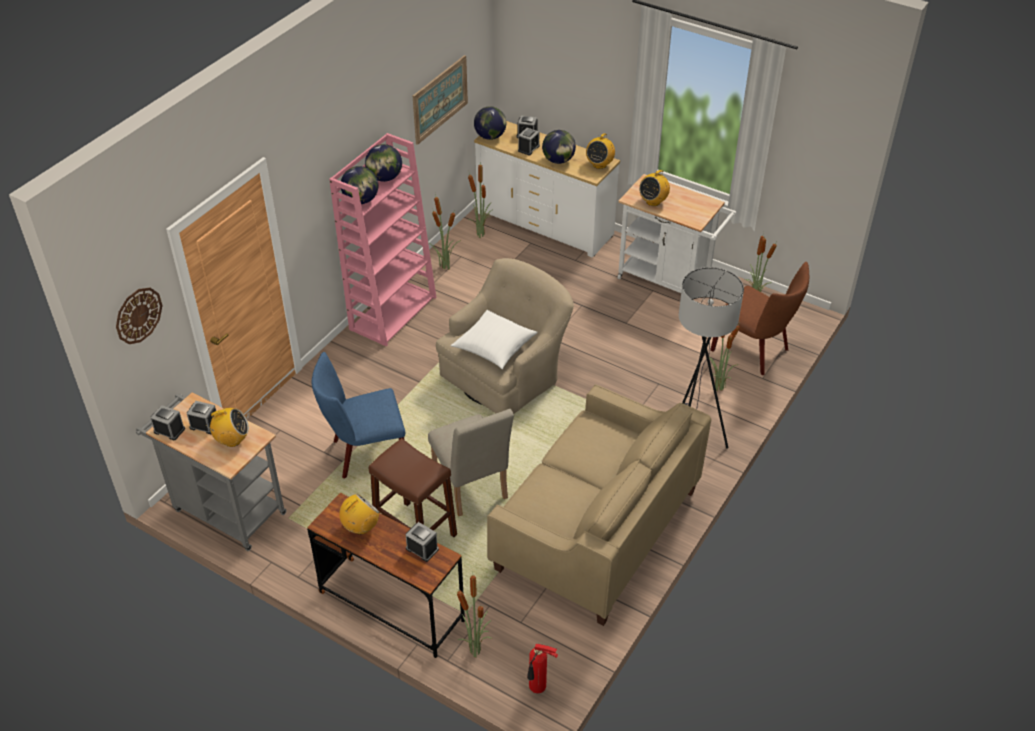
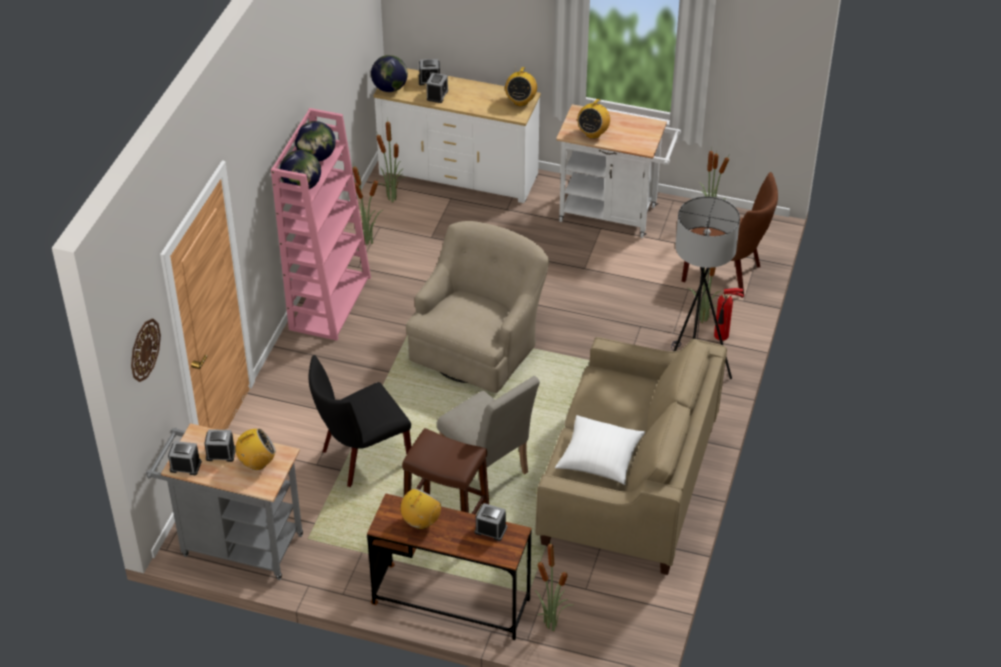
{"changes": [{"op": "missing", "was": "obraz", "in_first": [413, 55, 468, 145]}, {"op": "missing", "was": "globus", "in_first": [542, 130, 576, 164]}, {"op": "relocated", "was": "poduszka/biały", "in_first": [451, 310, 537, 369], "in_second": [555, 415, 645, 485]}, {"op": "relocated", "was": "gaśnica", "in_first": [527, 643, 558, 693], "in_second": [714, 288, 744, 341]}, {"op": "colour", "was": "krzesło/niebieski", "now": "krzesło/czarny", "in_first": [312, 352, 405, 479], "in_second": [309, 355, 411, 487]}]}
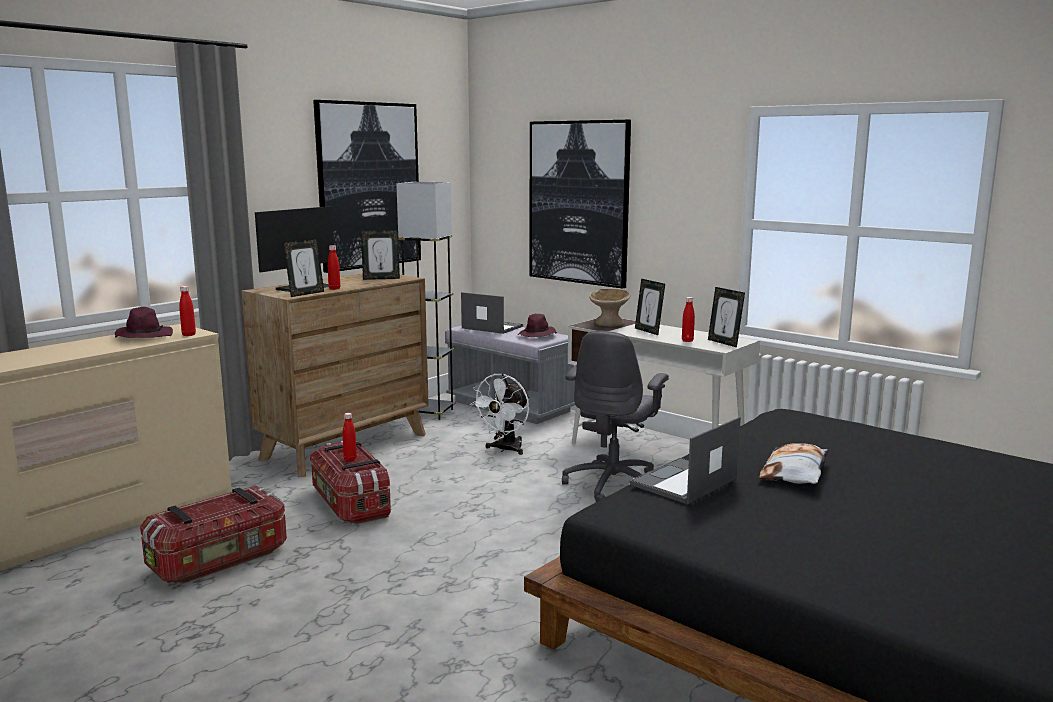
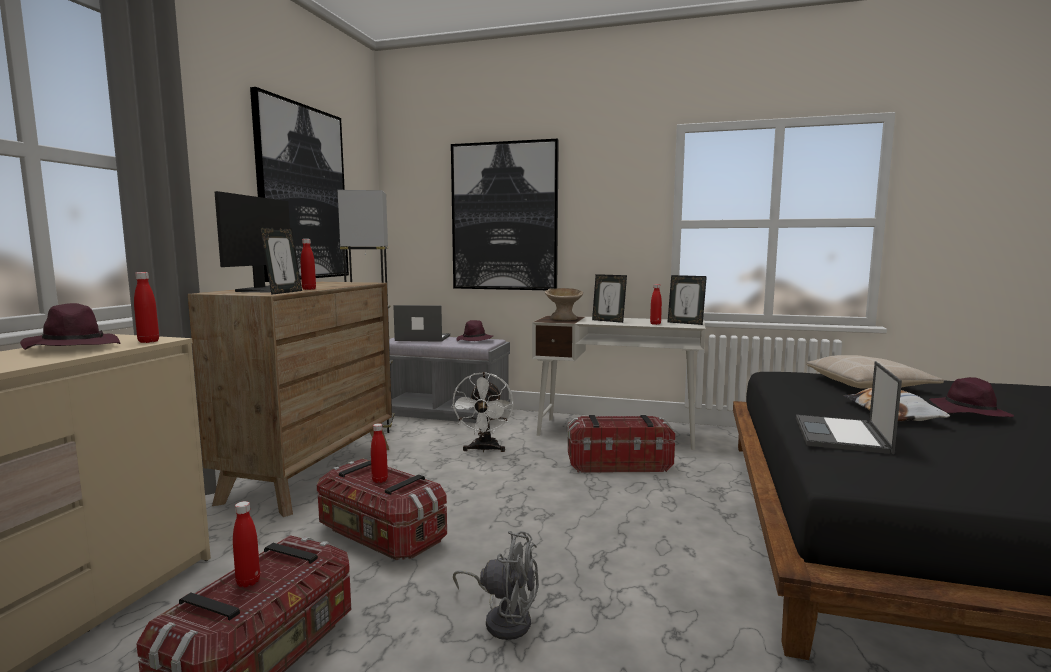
{"changes": [{"op": "missing", "was": "ramka na zdjęcie", "in_first": [361, 230, 400, 280]}, {"op": "appeared", "now": "butelka/czerwony", "in_second": [233, 501, 260, 587]}, {"op": "appeared", "now": "wentylator/szary", "in_second": [453, 531, 539, 640]}, {"op": "appeared", "now": "poduszka/beżowy", "in_second": [807, 355, 944, 388]}, {"op": "appeared", "now": "kapelusz/fioletowy", "in_second": [929, 377, 1014, 417]}, {"op": "exchanged", "was": "krzesło biurowe/szary", "now": "pojemnik do przechowywania", "in_first": [562, 331, 669, 502], "in_second": [567, 415, 675, 473]}]}
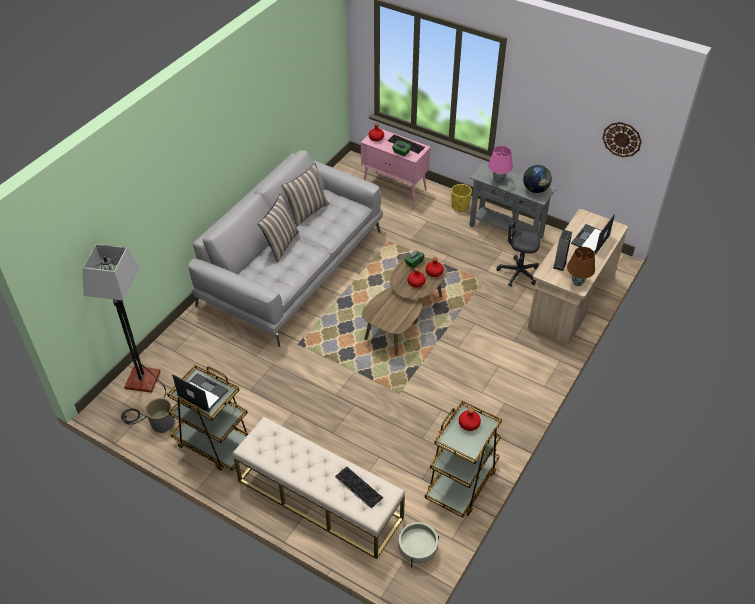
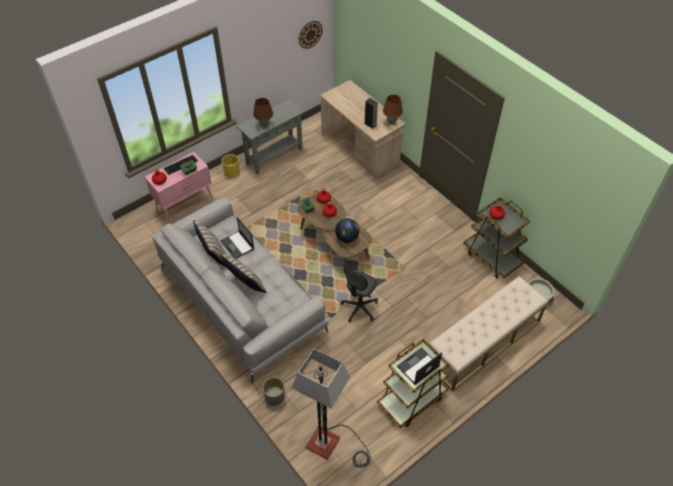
{"changes": [{"op": "missing", "was": "klawiatura", "in_first": [335, 467, 383, 509]}, {"op": "relocated", "was": "donica/szary", "in_first": [145, 398, 175, 433], "in_second": [262, 377, 285, 406]}, {"op": "relocated", "was": "krzesło biurowe/szary", "in_first": [496, 199, 540, 287], "in_second": [340, 267, 378, 322]}, {"op": "relocated", "was": "globus", "in_first": [523, 165, 552, 193], "in_second": [335, 218, 359, 243]}, {"op": "relocated", "was": "laptop", "in_first": [571, 214, 615, 254], "in_second": [220, 217, 254, 259]}, {"op": "colour", "was": "lampa stołowa/różowy", "now": "lampa stołowa/brązowy", "in_first": [488, 146, 513, 183], "in_second": [253, 98, 273, 127]}]}
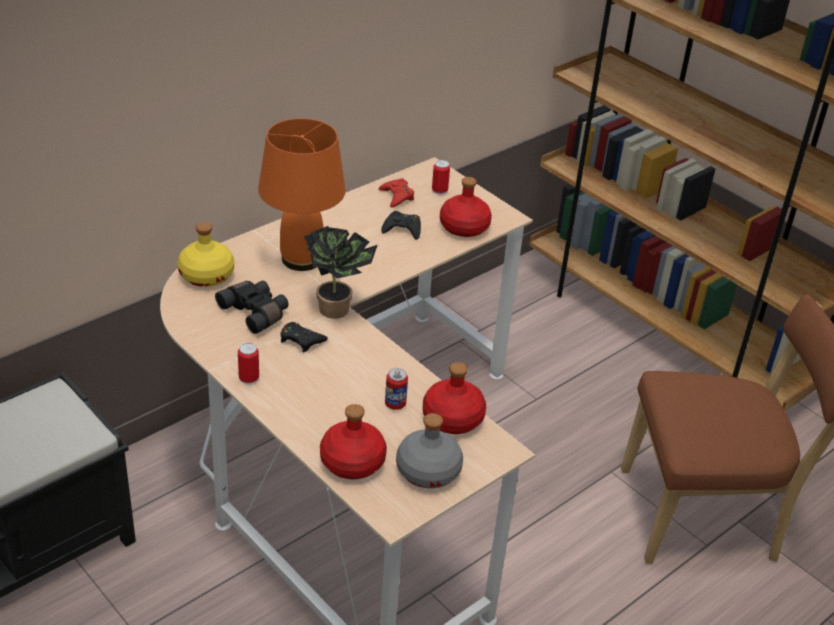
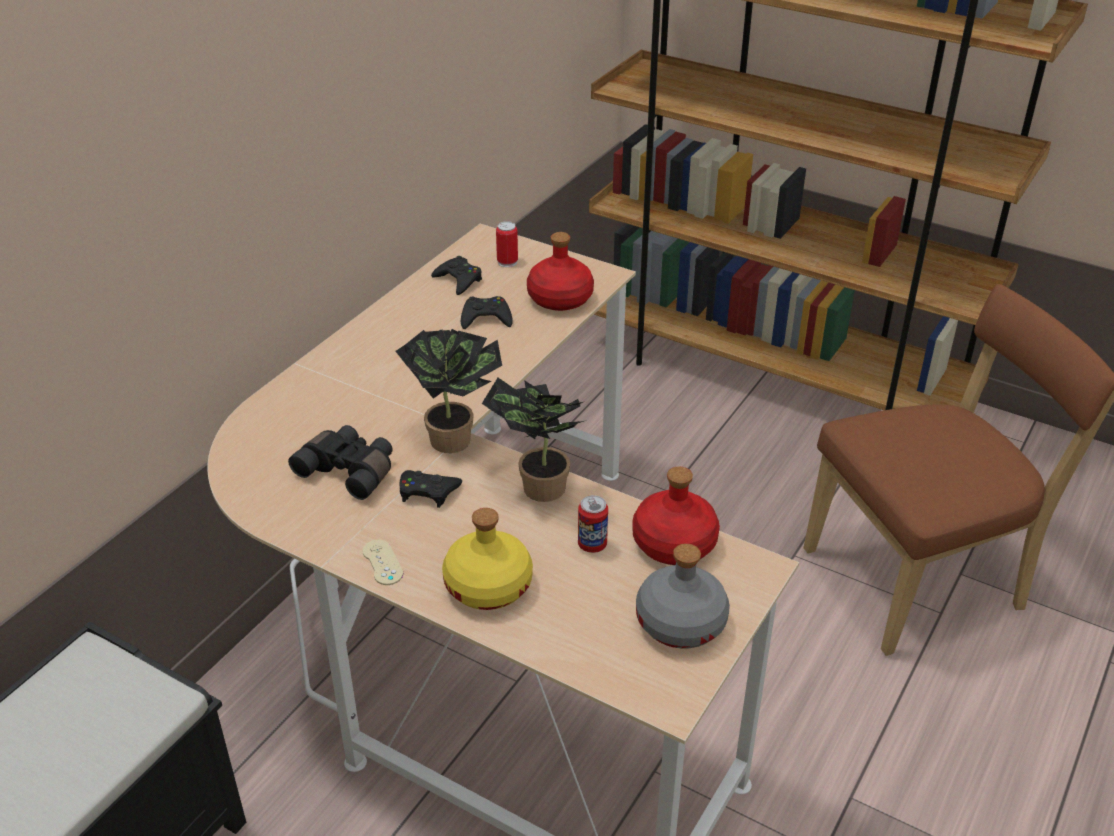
{"changes": [{"op": "missing", "was": "lampa stołowa/pomarańczowy", "in_first": [258, 118, 346, 271]}, {"op": "missing", "was": "butelka/czerwony", "in_first": [320, 404, 387, 479]}, {"op": "appeared", "now": "roślina doniczkowa", "in_second": [482, 378, 587, 502]}, {"op": "relocated", "was": "butelka/żółty", "in_first": [177, 222, 234, 287], "in_second": [442, 508, 533, 610]}, {"op": "exchanged", "was": "puszka", "now": "pad do gier/beżowy", "in_first": [238, 343, 259, 385], "in_second": [362, 540, 403, 585]}, {"op": "colour", "was": "pad do gier/czerwony", "now": "pad do gier/czarny", "in_first": [379, 178, 414, 207], "in_second": [431, 256, 482, 295]}]}
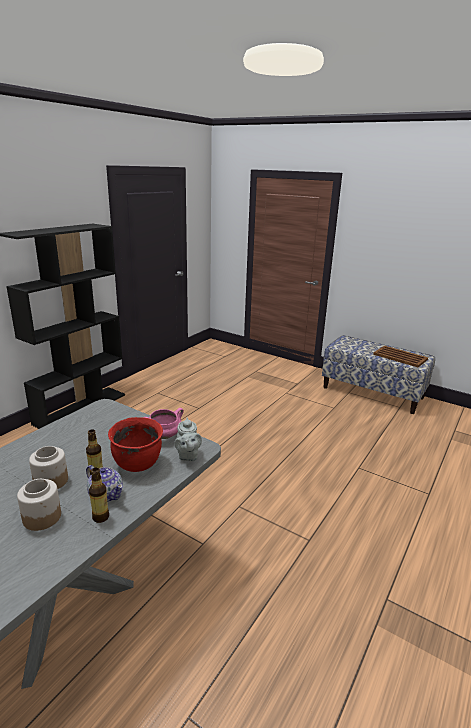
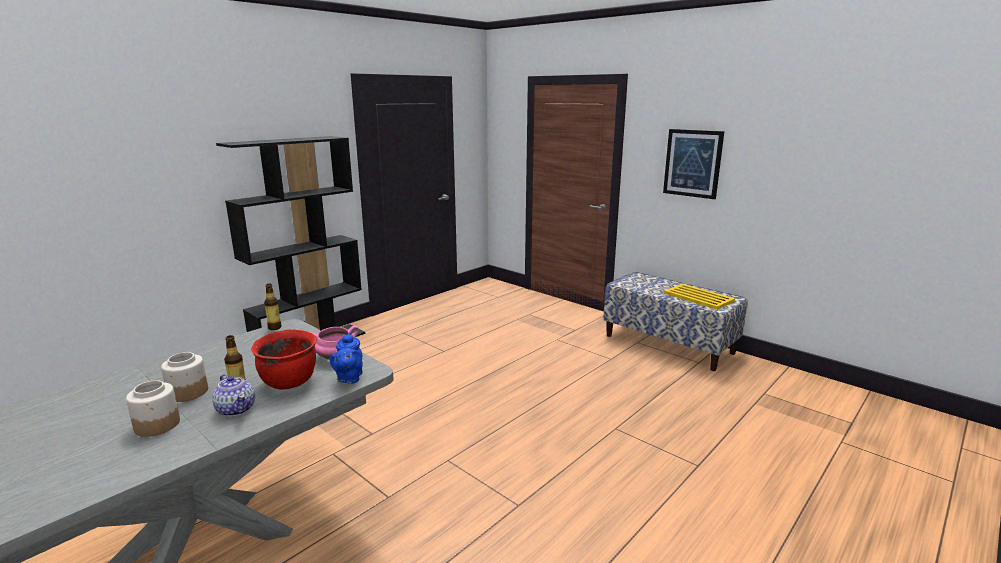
{"changes": [{"op": "appeared", "now": "obraz", "in_second": [663, 129, 724, 199]}, {"op": "relocated", "was": "butelka", "in_first": [89, 468, 109, 523], "in_second": [264, 284, 282, 330]}, {"op": "colour", "was": "imbryk/szary", "now": "imbryk/niebieski", "in_first": [174, 417, 202, 461], "in_second": [330, 332, 363, 384]}, {"op": "colour", "was": "taca/brązowy", "now": "taca/żółty", "in_first": [373, 346, 428, 367], "in_second": [664, 284, 735, 310]}]}
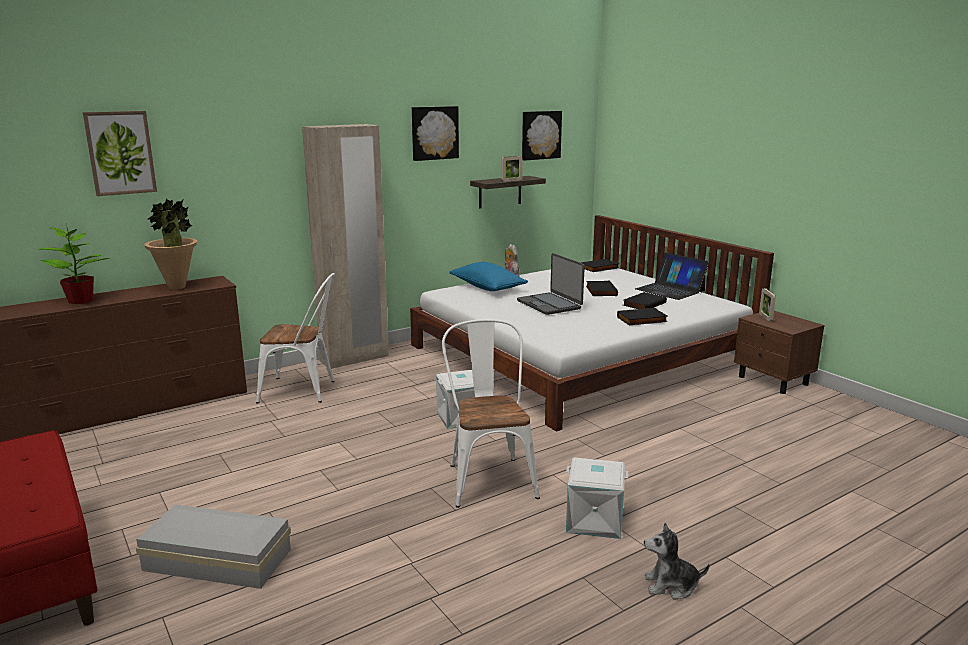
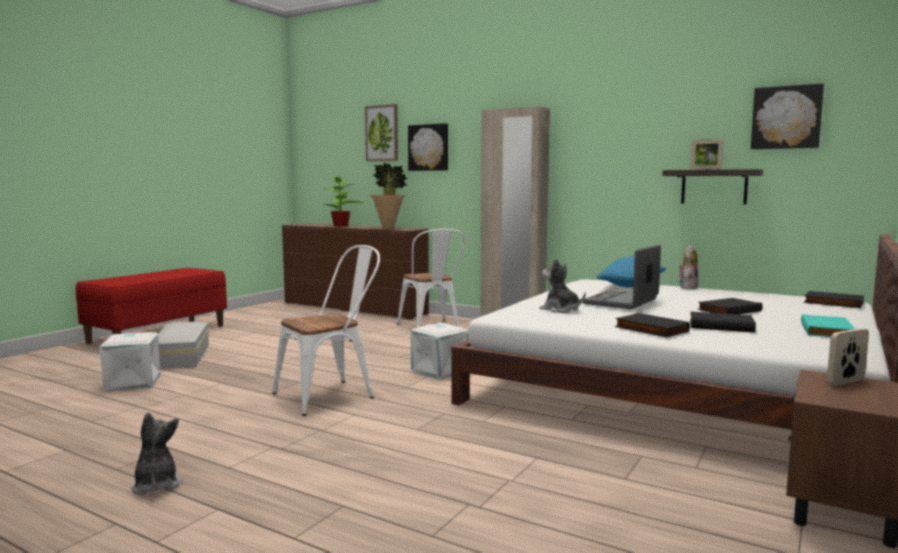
{"changes": [{"op": "appeared", "now": "pluszak", "in_second": [539, 259, 586, 313]}, {"op": "relocated", "was": "obraz", "in_first": [412, 106, 459, 161], "in_second": [408, 123, 448, 171]}, {"op": "relocated", "was": "pojemnik do przechowywania/biały", "in_first": [566, 458, 628, 539], "in_second": [100, 332, 161, 391]}, {"op": "exchanged", "was": "laptop", "now": "książka/turkusowy", "in_first": [635, 253, 709, 300], "in_second": [801, 314, 855, 337]}]}
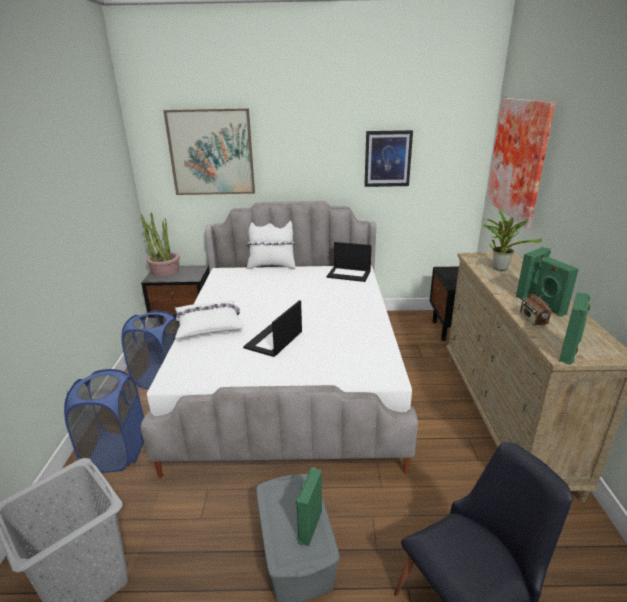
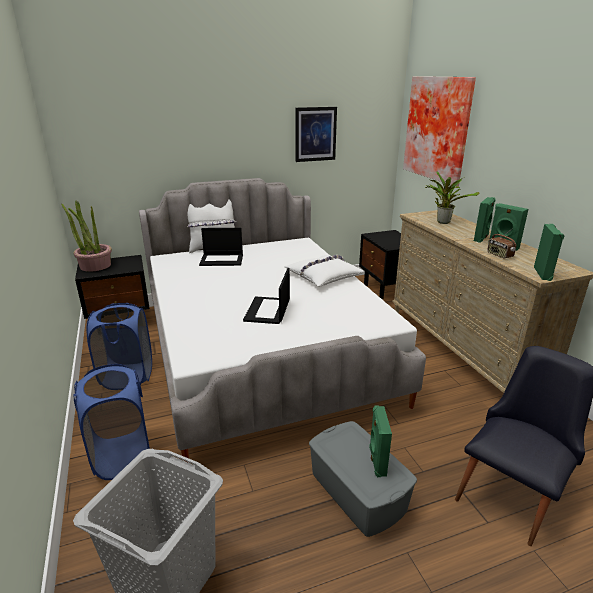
{"changes": [{"op": "missing", "was": "obraz", "in_first": [163, 108, 255, 195]}, {"op": "relocated", "was": "poduszka/biały", "in_first": [175, 300, 244, 338], "in_second": [284, 255, 364, 287]}, {"op": "relocated", "was": "laptop", "in_first": [327, 242, 372, 282], "in_second": [199, 228, 243, 266]}]}
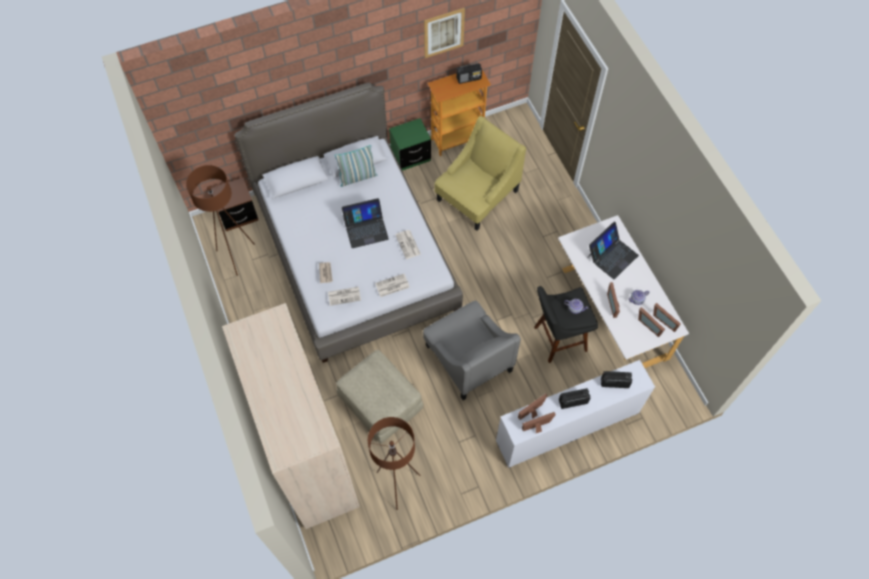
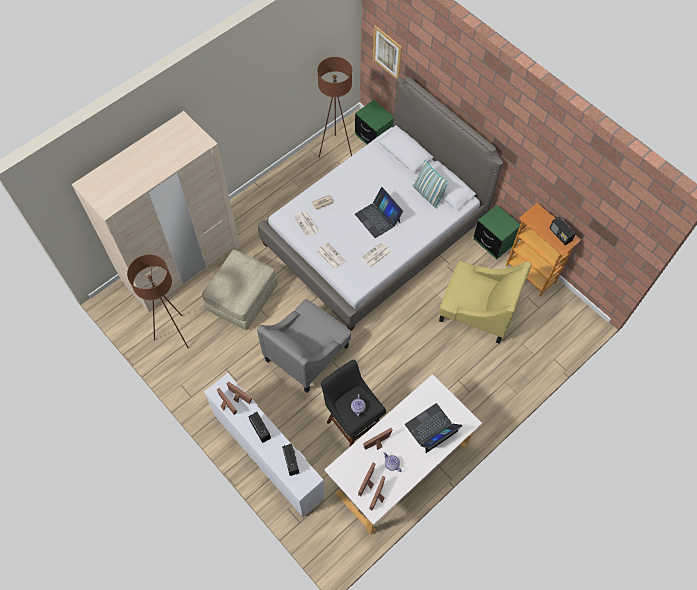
{"changes": [{"op": "relocated", "was": "obraz", "in_first": [424, 8, 465, 58], "in_second": [373, 25, 402, 80]}, {"op": "colour", "was": "szafka nocna/brązowy", "now": "szafka nocna/zielony", "in_first": [211, 178, 258, 232], "in_second": [355, 100, 394, 145]}, {"op": "spun", "was": "laptop", "in_first": [588, 221, 639, 279], "in_second": [405, 403, 462, 453], "clockwise": 120}]}
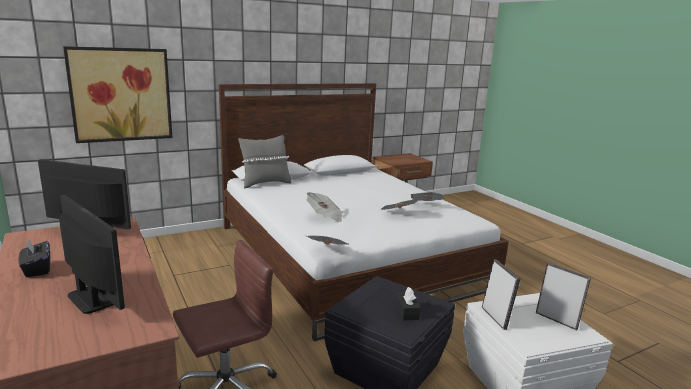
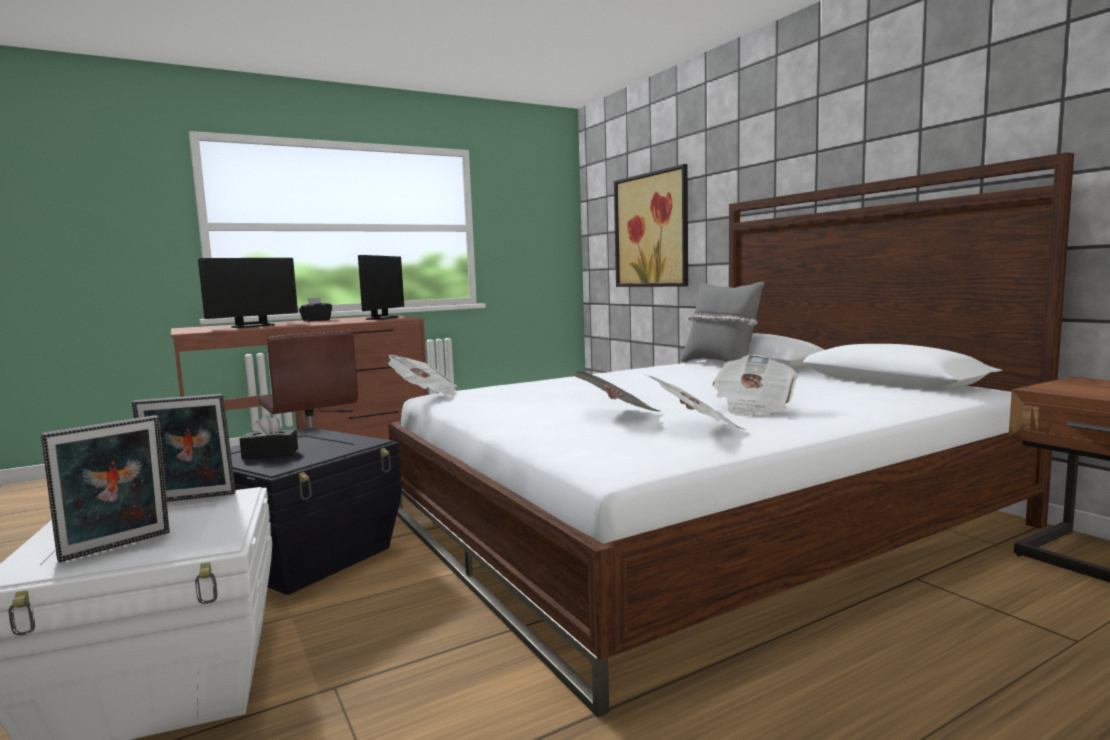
{"changes": [{"op": "relocated", "was": "gazeta", "in_first": [307, 192, 343, 222], "in_second": [712, 354, 798, 416]}]}
